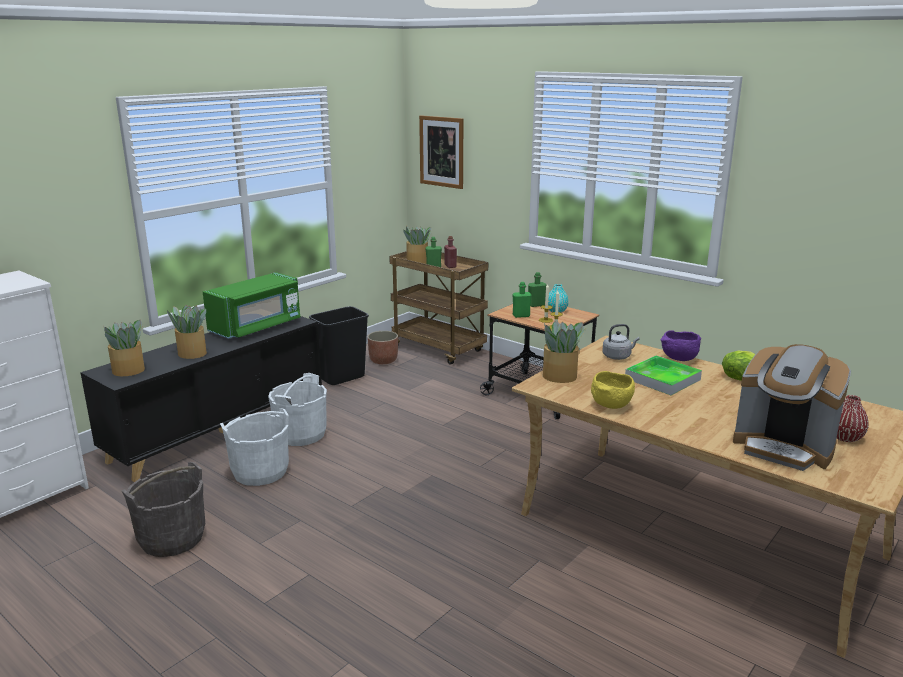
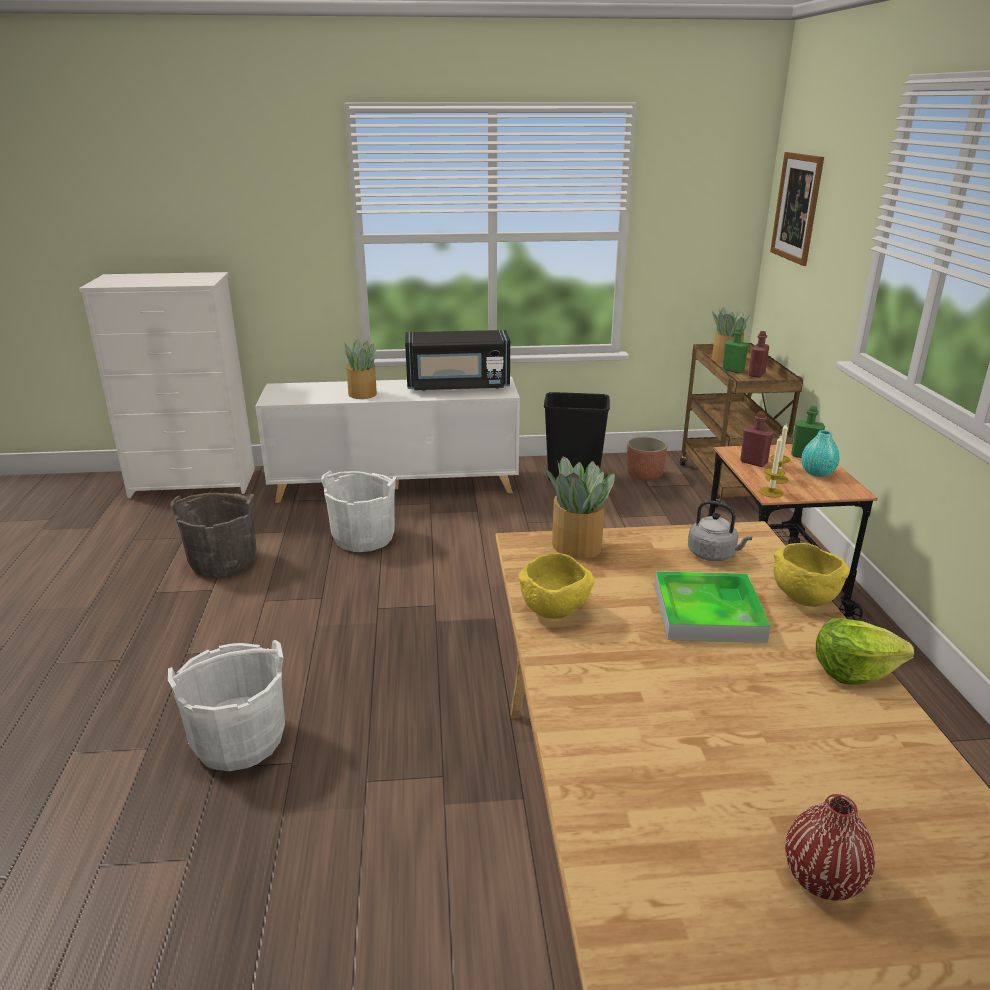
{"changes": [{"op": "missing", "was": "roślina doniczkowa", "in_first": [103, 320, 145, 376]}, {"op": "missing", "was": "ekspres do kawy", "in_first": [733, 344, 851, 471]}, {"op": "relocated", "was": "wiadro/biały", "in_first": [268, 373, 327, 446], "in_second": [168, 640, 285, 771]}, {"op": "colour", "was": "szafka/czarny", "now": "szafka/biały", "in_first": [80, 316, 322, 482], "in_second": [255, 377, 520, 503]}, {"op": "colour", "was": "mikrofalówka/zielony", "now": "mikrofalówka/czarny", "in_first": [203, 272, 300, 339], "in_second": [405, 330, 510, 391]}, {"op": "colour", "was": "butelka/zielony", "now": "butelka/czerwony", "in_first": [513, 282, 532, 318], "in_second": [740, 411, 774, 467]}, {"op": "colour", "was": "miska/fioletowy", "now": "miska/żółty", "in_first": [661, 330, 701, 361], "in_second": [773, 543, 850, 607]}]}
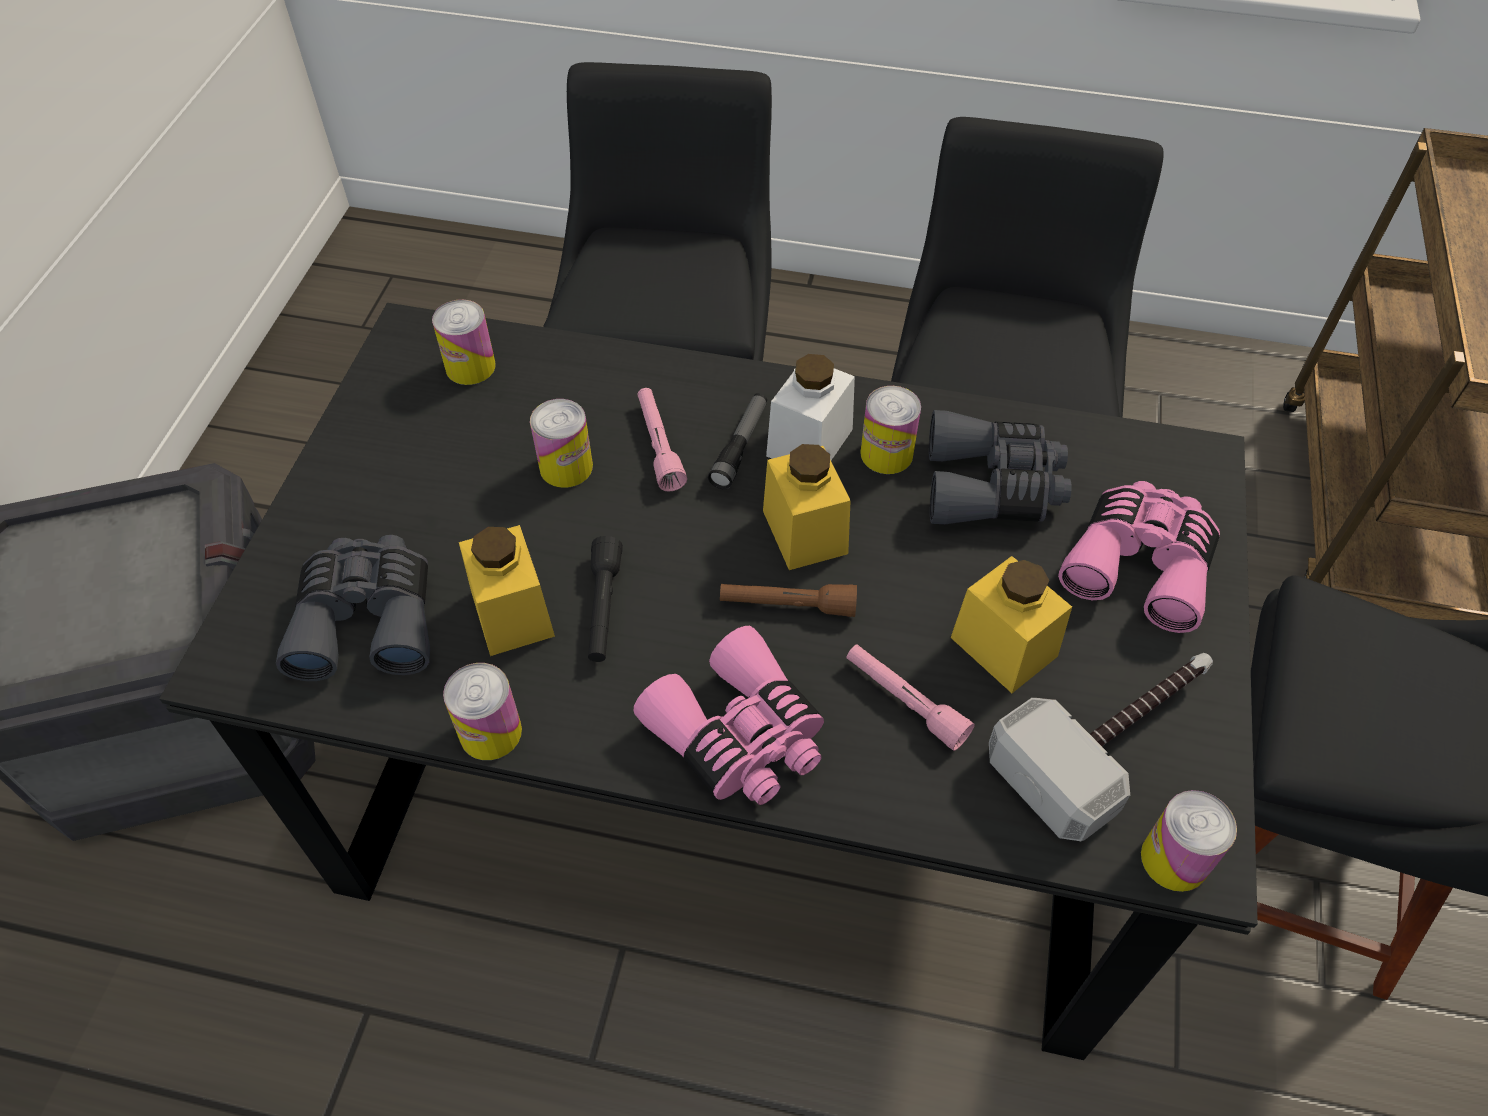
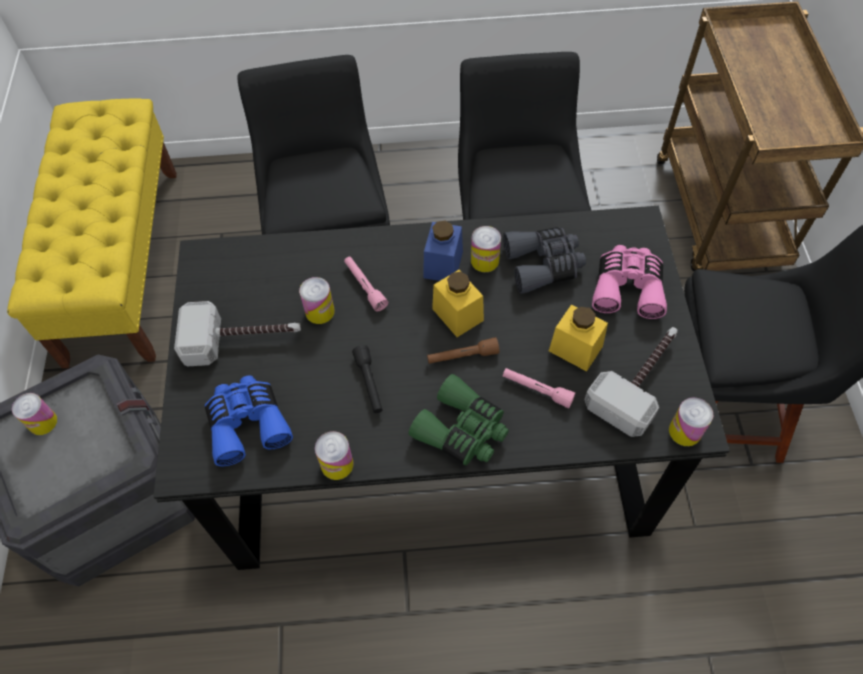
{"changes": [{"op": "missing", "was": "słoik/żółty", "in_first": [459, 525, 555, 656]}, {"op": "missing", "was": "latarka", "in_first": [708, 393, 767, 489]}, {"op": "appeared", "now": "ławka/żółty", "in_second": [7, 98, 177, 369]}, {"op": "appeared", "now": "młotek", "in_second": [174, 301, 301, 366]}, {"op": "relocated", "was": "puszka", "in_first": [432, 300, 496, 385], "in_second": [12, 393, 57, 435]}, {"op": "colour", "was": "lornetka/szary", "now": "lornetka/niebieski", "in_first": [276, 535, 430, 681], "in_second": [205, 375, 293, 466]}, {"op": "colour", "was": "lornetka/różowy", "now": "lornetka/zielony", "in_first": [634, 626, 824, 805], "in_second": [409, 374, 509, 465]}, {"op": "colour", "was": "słoik/biały", "now": "słoik/niebieski", "in_first": [766, 354, 855, 460], "in_second": [423, 221, 463, 281]}]}
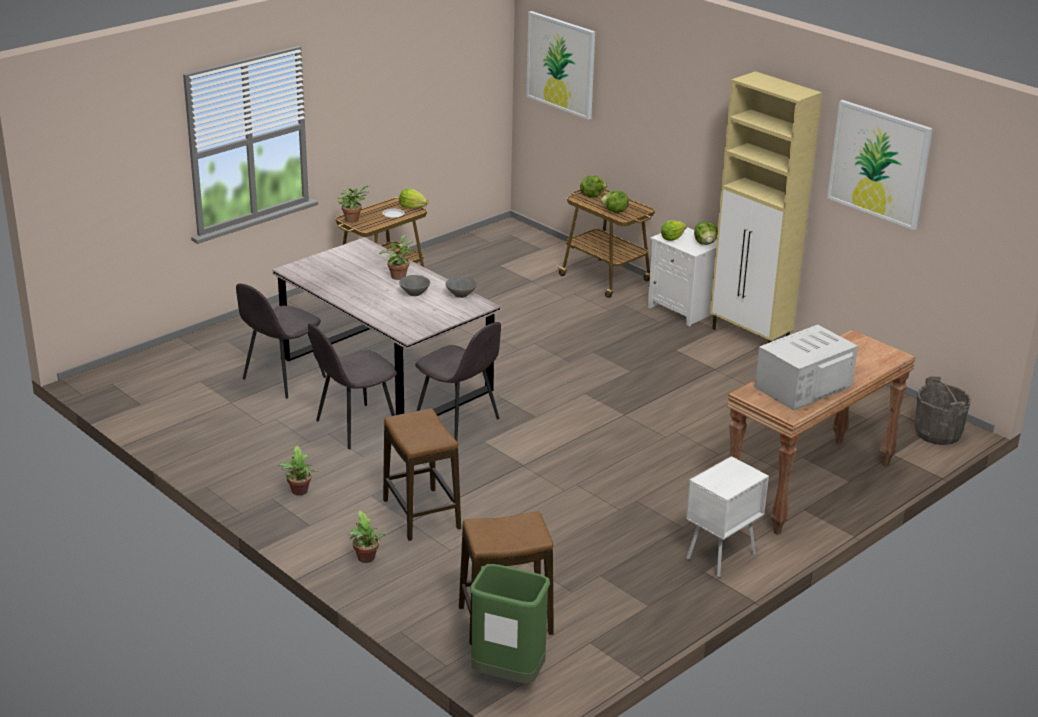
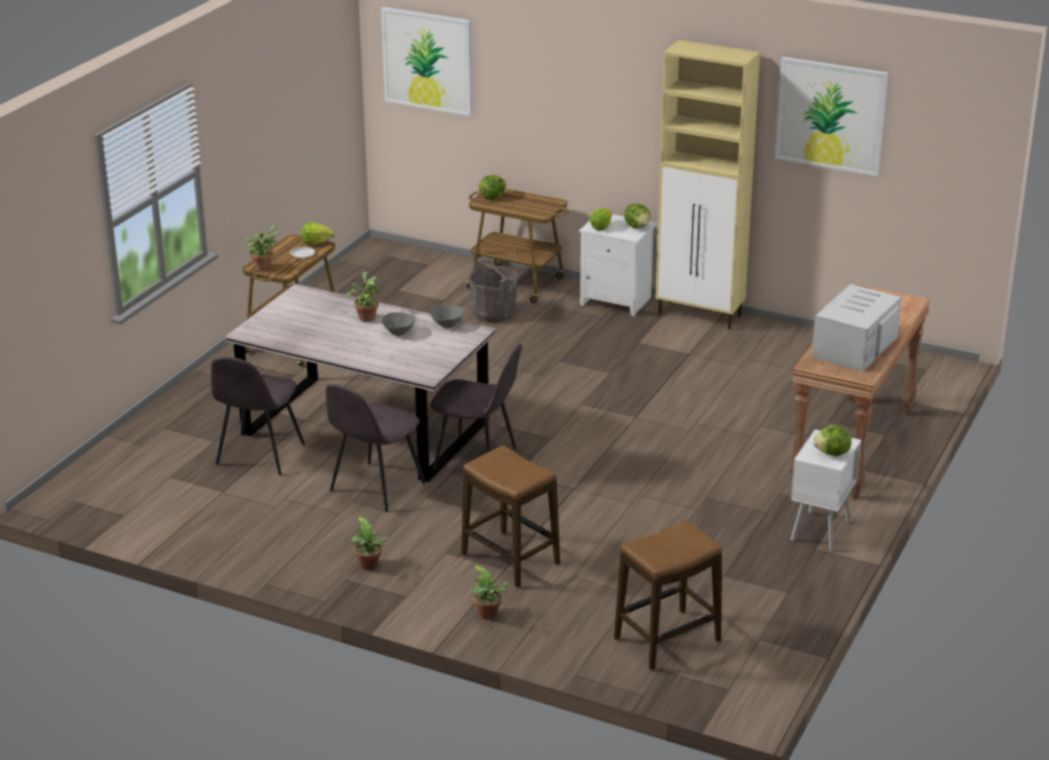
{"changes": [{"op": "missing", "was": "kosz na śmieci/zielony", "in_first": [470, 564, 550, 684]}, {"op": "relocated", "was": "sałata", "in_first": [601, 190, 629, 213], "in_second": [813, 425, 852, 456]}, {"op": "relocated", "was": "wiadro/szary", "in_first": [915, 376, 971, 445], "in_second": [469, 260, 518, 323]}]}
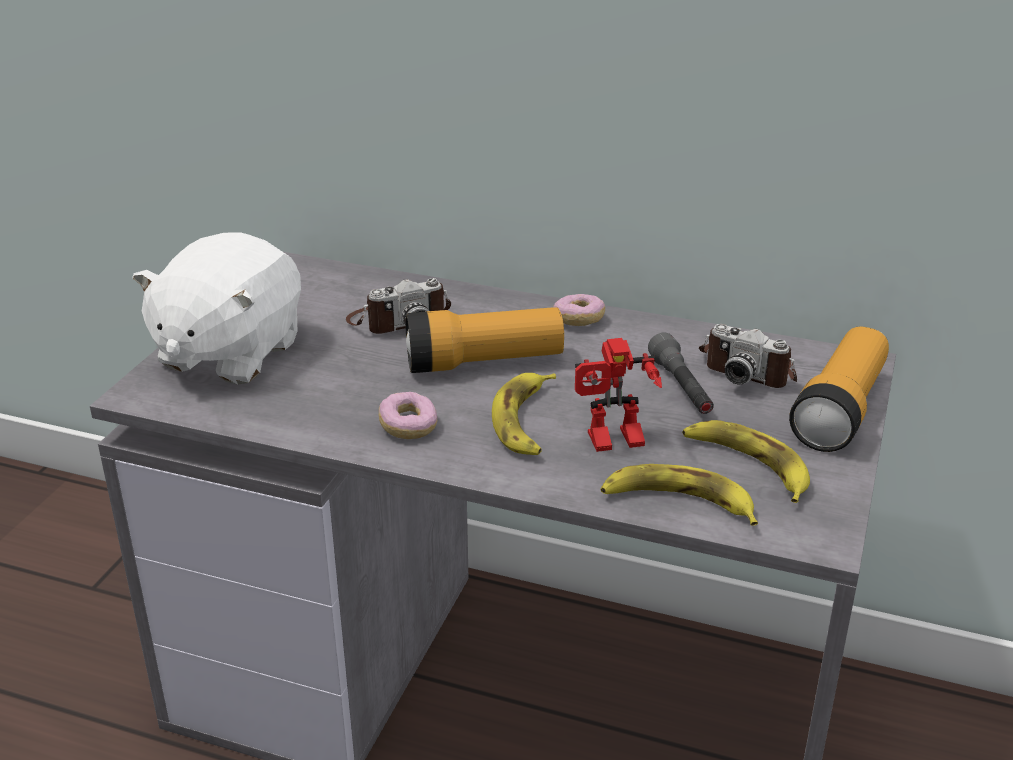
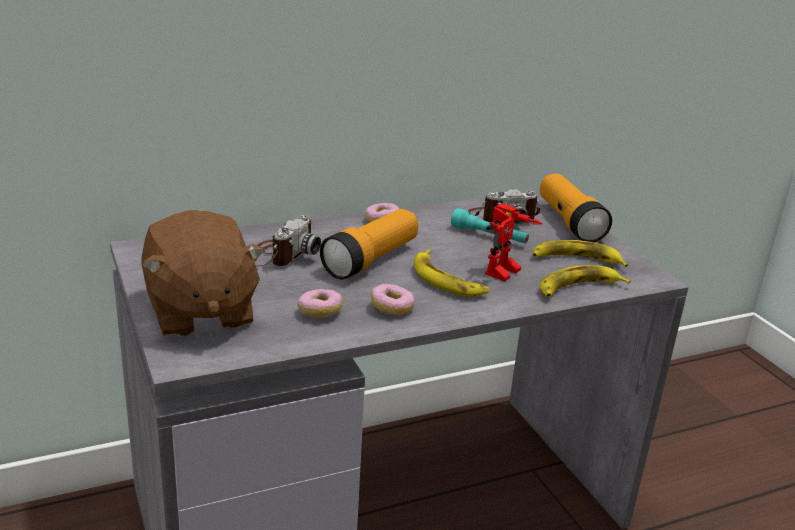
{"changes": [{"op": "appeared", "now": "donut", "in_second": [297, 289, 343, 318]}, {"op": "colour", "was": "pluszak/biały", "now": "pluszak/brązowy", "in_first": [132, 232, 301, 385], "in_second": [141, 210, 265, 338]}, {"op": "colour", "was": "latarka/szary", "now": "latarka/turkusowy", "in_first": [648, 332, 714, 414], "in_second": [451, 208, 529, 244]}]}
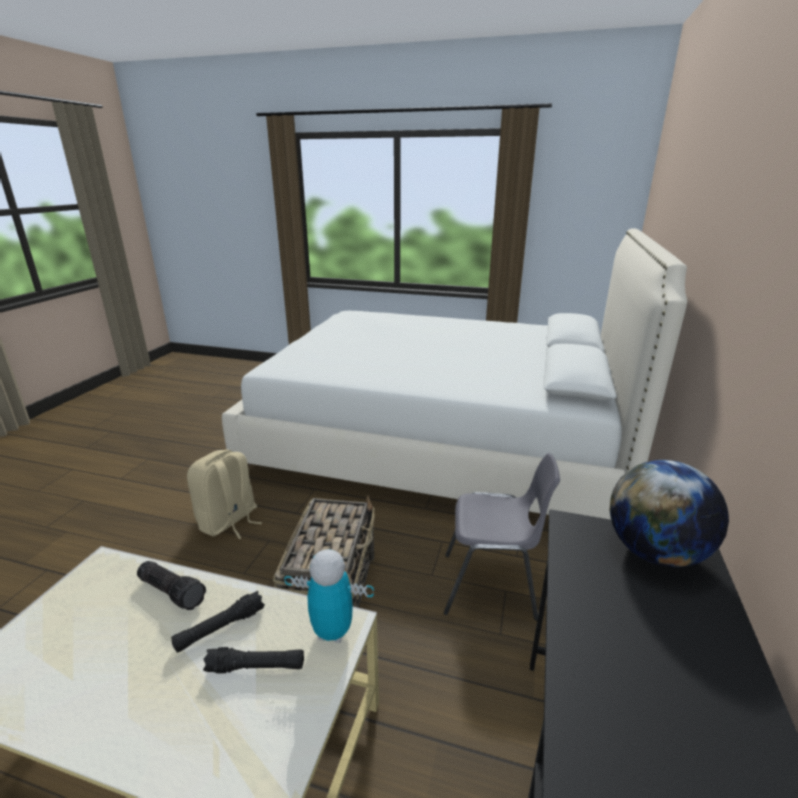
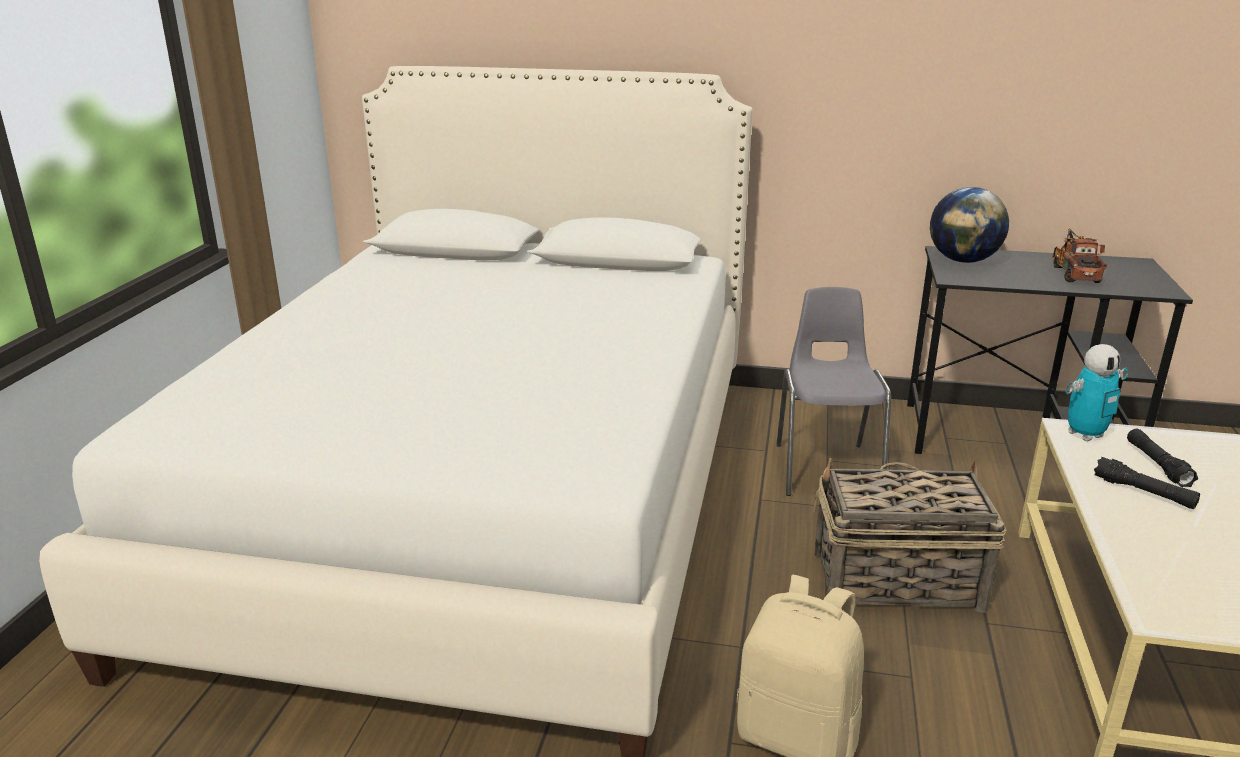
{"changes": [{"op": "missing", "was": "latarka", "in_first": [137, 561, 206, 610]}, {"op": "appeared", "now": "ciężarówka zabawkowa", "in_second": [1052, 228, 1107, 283]}, {"op": "spun", "was": "robot zabawkowy", "in_first": [284, 549, 374, 643], "in_second": [1066, 344, 1128, 441], "clockwise": -120}]}
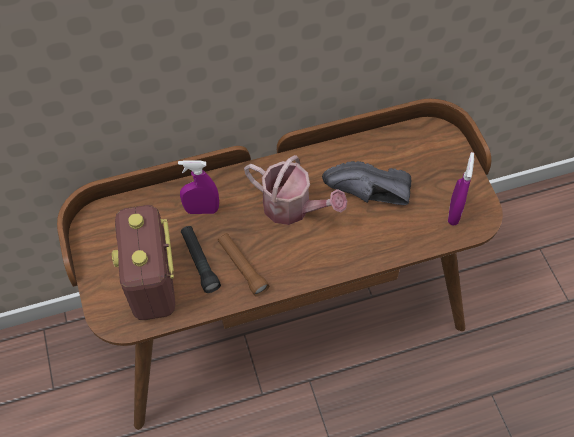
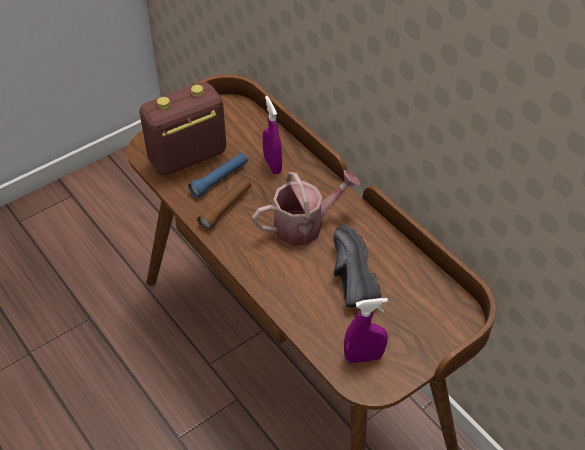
{"changes": [{"op": "colour", "was": "latarka/czarny", "now": "latarka/niebieski", "in_first": [181, 226, 221, 293], "in_second": [188, 153, 248, 198]}, {"op": "spun", "was": "konewka", "in_first": [244, 155, 347, 225], "in_second": [252, 170, 360, 246], "clockwise": -120}]}
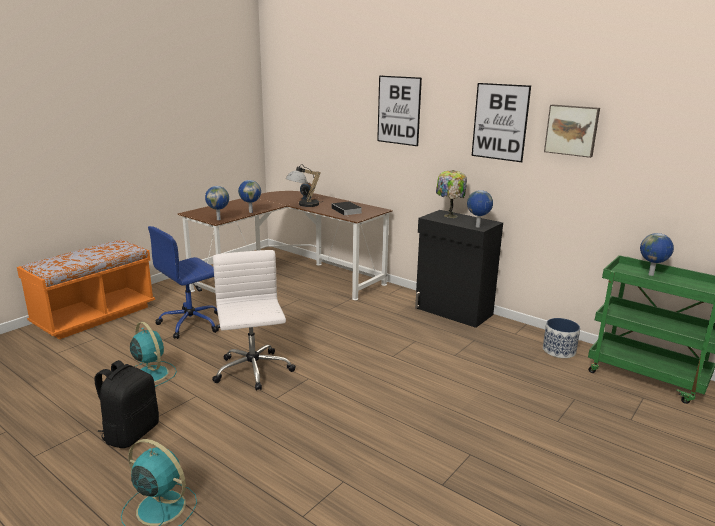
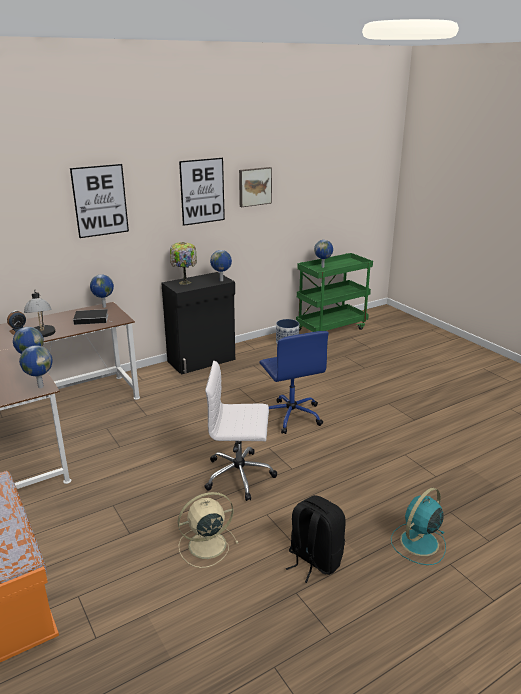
{"changes": [{"op": "appeared", "now": "globus", "in_second": [90, 274, 114, 308]}, {"op": "relocated", "was": "krzesło biurowe/niebieski", "in_first": [148, 226, 219, 339], "in_second": [260, 331, 329, 434]}, {"op": "colour", "was": "wentylator/turkusowy", "now": "wentylator/beżowy", "in_first": [130, 322, 177, 387], "in_second": [178, 492, 239, 568]}]}
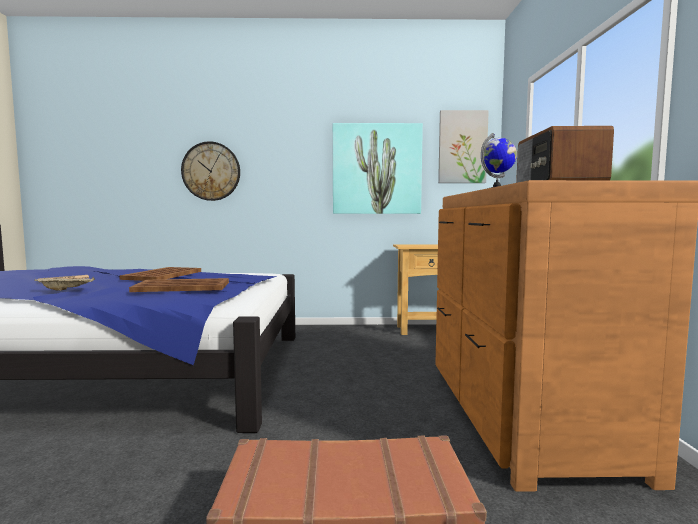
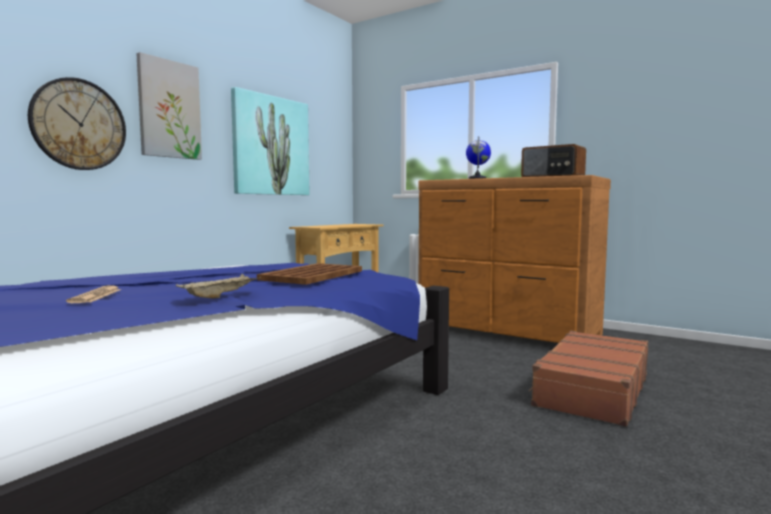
{"changes": [{"op": "missing", "was": "taca/brązowy", "in_first": [119, 267, 201, 281]}, {"op": "relocated", "was": "obraz", "in_first": [438, 110, 489, 183], "in_second": [136, 52, 202, 160]}]}
